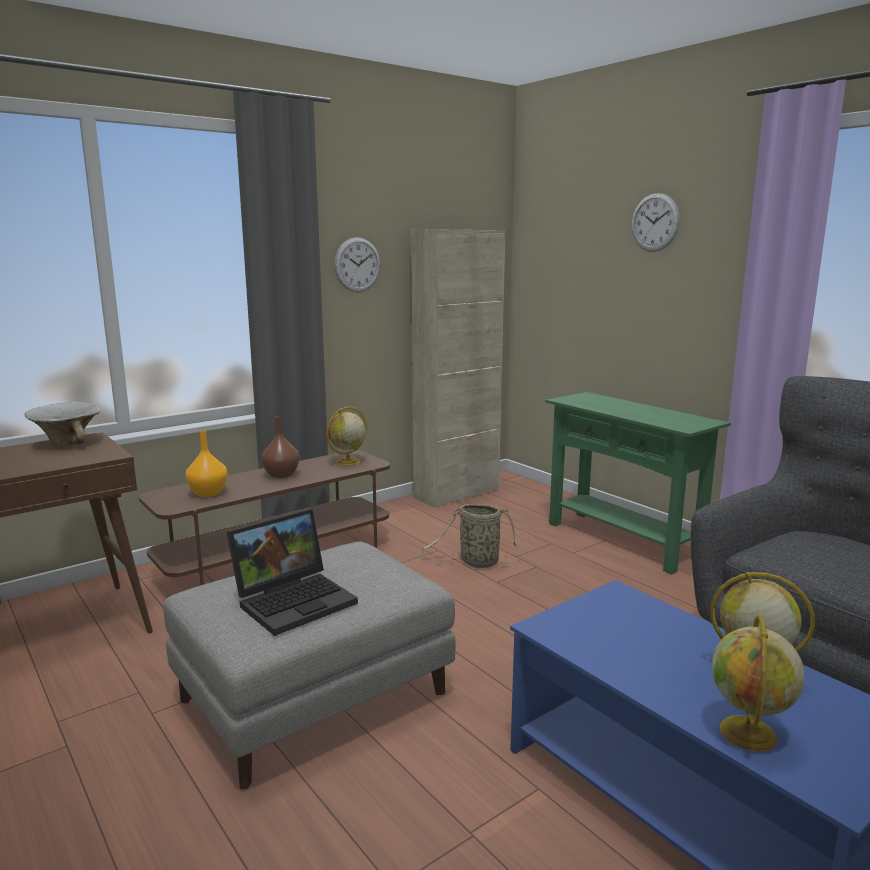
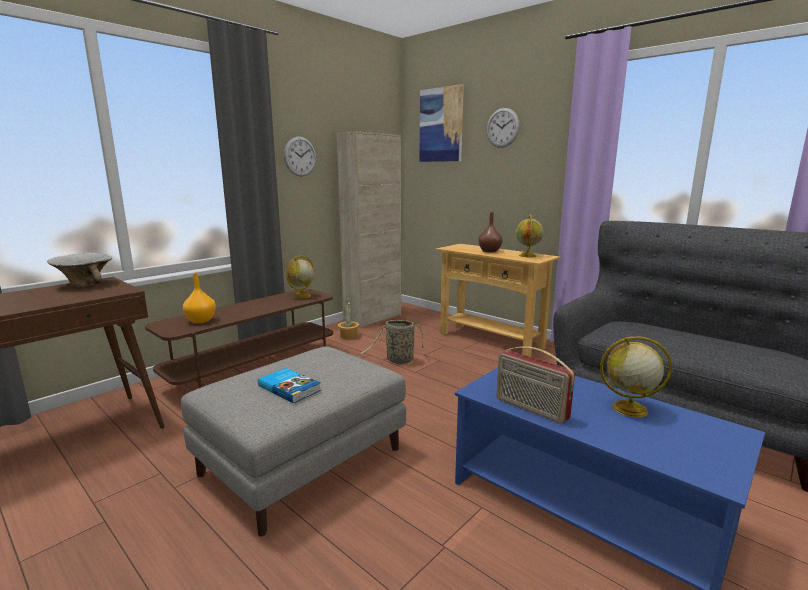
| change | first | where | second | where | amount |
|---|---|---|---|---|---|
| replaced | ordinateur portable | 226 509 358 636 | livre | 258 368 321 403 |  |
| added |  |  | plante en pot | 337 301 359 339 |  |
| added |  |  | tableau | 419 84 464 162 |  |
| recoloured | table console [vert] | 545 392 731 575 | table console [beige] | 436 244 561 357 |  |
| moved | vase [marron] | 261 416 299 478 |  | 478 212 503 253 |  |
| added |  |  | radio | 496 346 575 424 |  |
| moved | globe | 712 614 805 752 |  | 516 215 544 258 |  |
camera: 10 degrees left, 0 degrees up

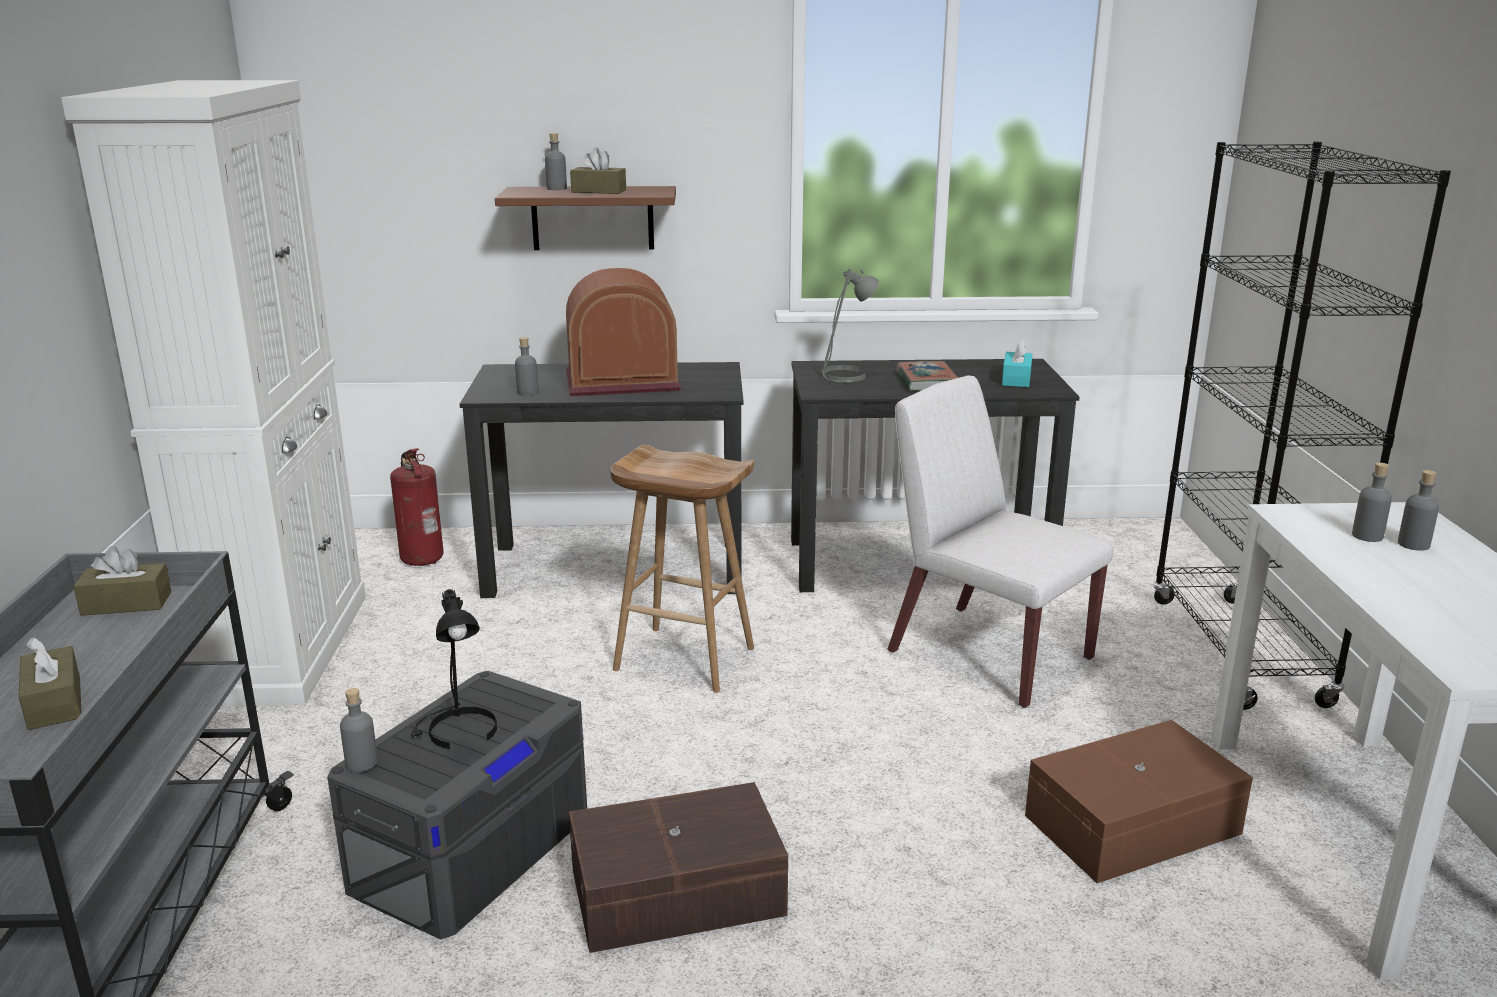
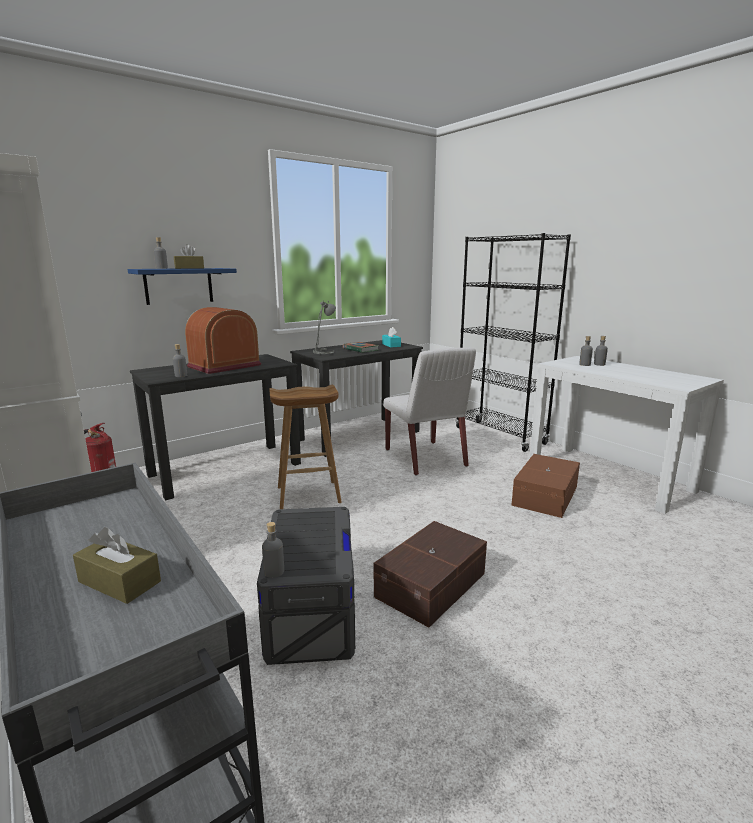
| change | first | where | second | where | amount |
|---|---|---|---|---|---|
| recoloured | étagère [marron] | 495 186 676 250 | étagère [bleu] | 128 268 237 305 |  |
| turned | chaise [blanc] | 887 375 1113 708 |  | 383 348 476 476 | 120 degrees counterclockwise |
| removed | boîte à mouchoirs [marron] | 73 546 171 616 |  |  |  |
| removed | lampe de table [noir] | 411 589 497 749 |  |  |  |
camera: 35 degrees left, 5 degrees down

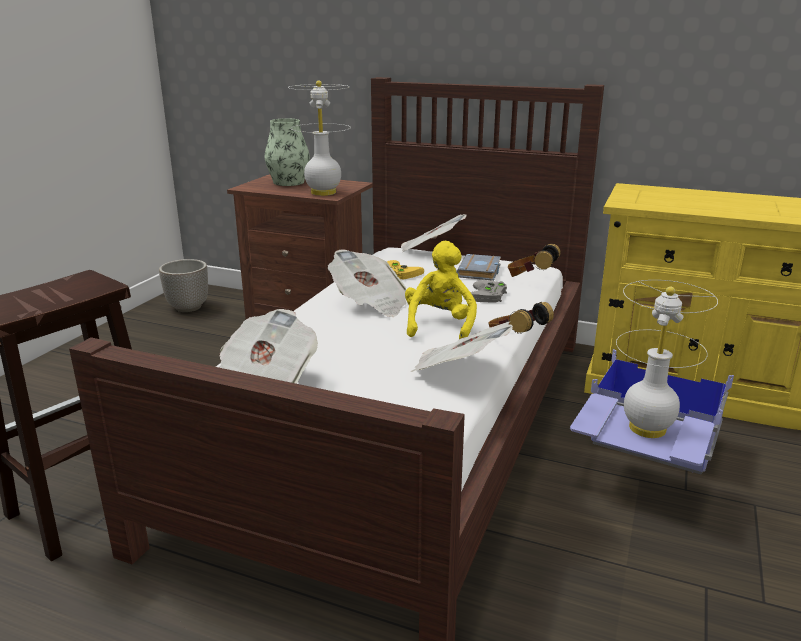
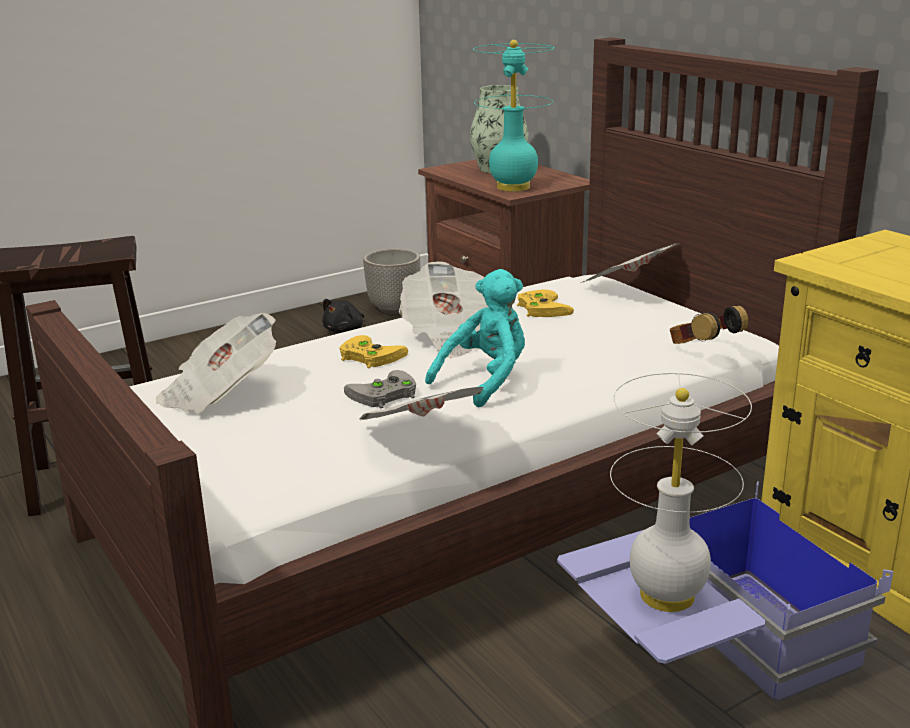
| change | first | where | second | where | amount |
|---|---|---|---|---|---|
| added |  |  | peluche [noir] | 322 299 364 333 |  |
| added |  |  | manette [jaune] | 339 335 408 368 |  |
| moved | manette [gris] | 471 280 507 303 |  | 344 370 416 409 |  |
| recoloured | peluche [jaune] | 405 241 477 339 | peluche [turquoise] | 425 269 525 408 |  |
| recoloured | lampe de table [blanc] | 288 80 351 196 | lampe de table [turquoise] | 473 40 554 192 |  |
| removed | livre [gris] | 456 254 501 281 |  |  |  |
| removed | casque audio | 488 302 554 334 |  |  |  |
camera: 35 degrees right, 0 degrees up

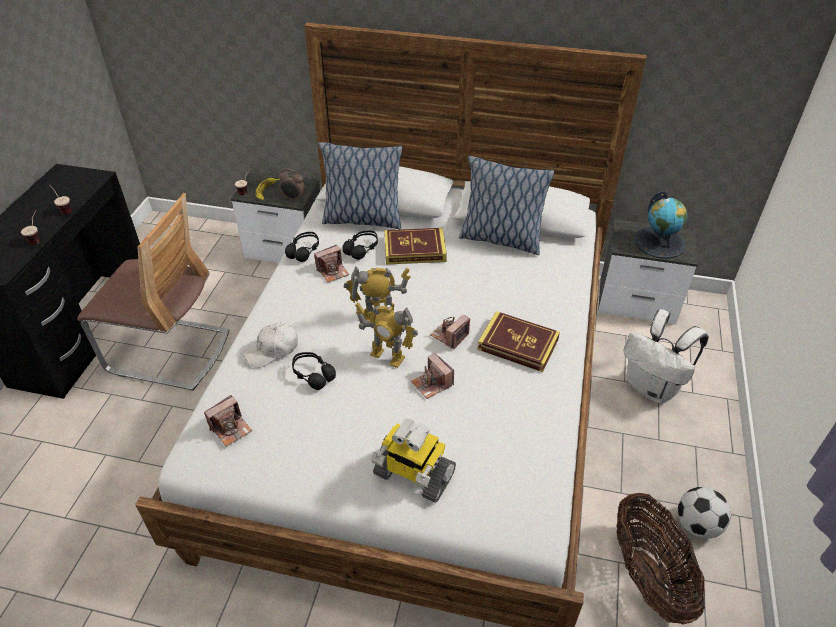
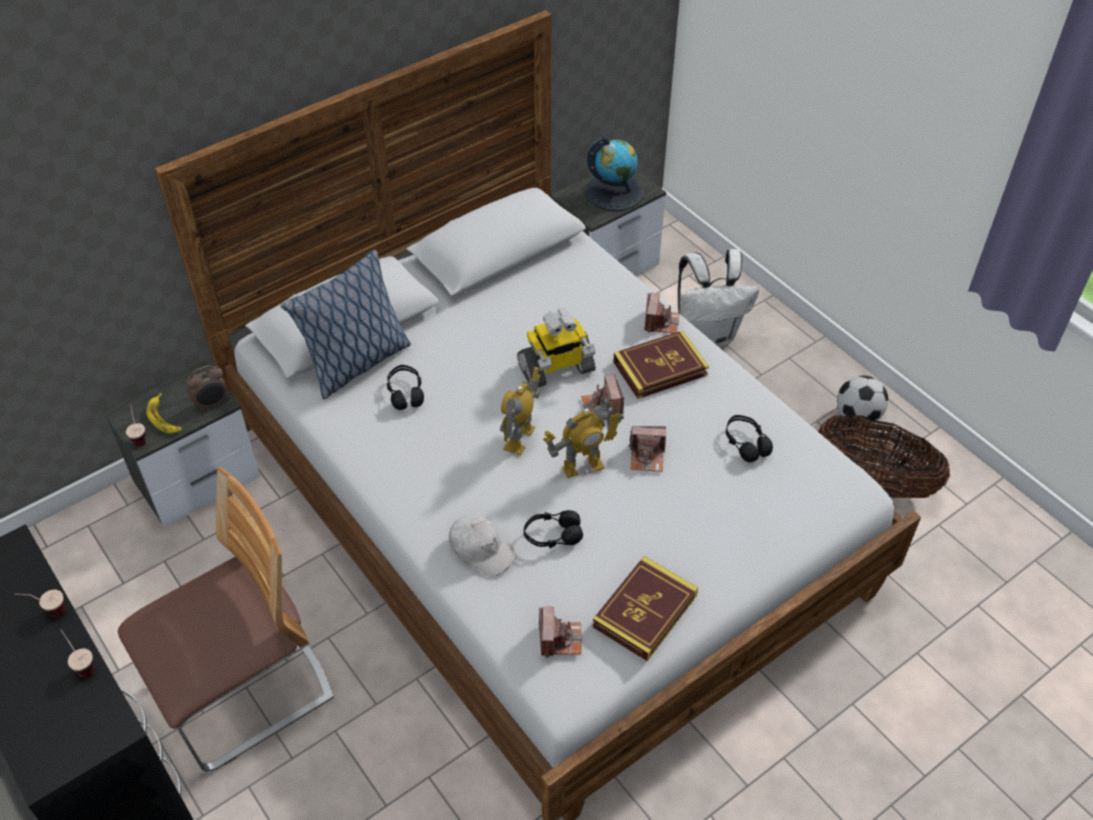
| change | first | where | second | where | amount |
|---|---|---|---|---|---|
| turned | casquette [blanc] | 243 322 298 368 |  | 449 515 517 577 | 60 degrees counterclockwise |
| moved | robot jouet | 371 419 456 503 |  | 517 309 596 387 |  |
| moved | livre | 384 228 447 265 |  | 593 556 698 661 |  |
| moved | appareil photo | 314 245 349 282 |  | 644 292 680 333 |  |
| moved | casque audio [noir] | 285 232 319 262 |  | 726 415 773 462 |  |
| removed | coussin | 459 156 555 255 |  |  |  |
camera: 50 degrees left, 5 degrees up

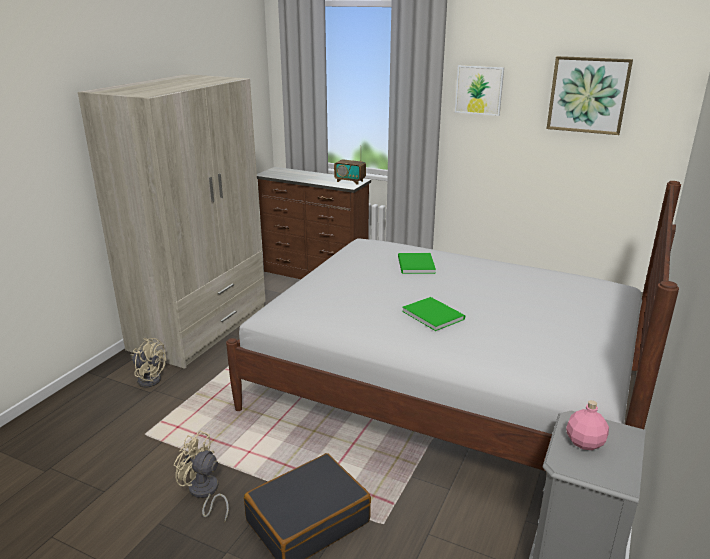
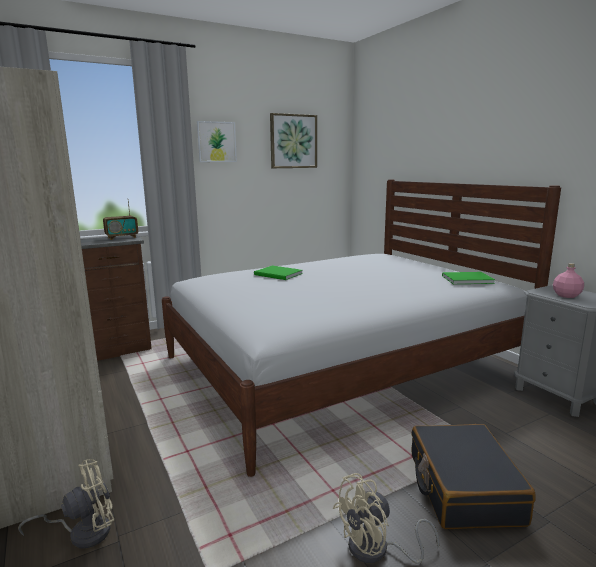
| change | first | where | second | where | amount |
|---|---|---|---|---|---|
| moved | livre [vert] | 402 297 465 331 |  | 442 272 495 284 |  |
camera: 55 degrees left, 10 degrees down

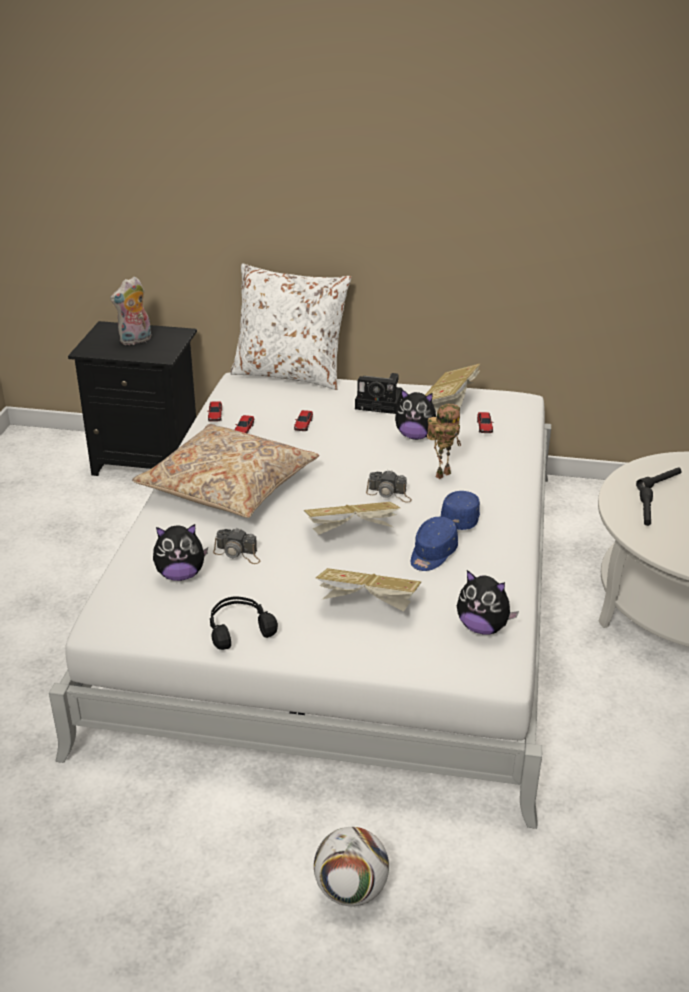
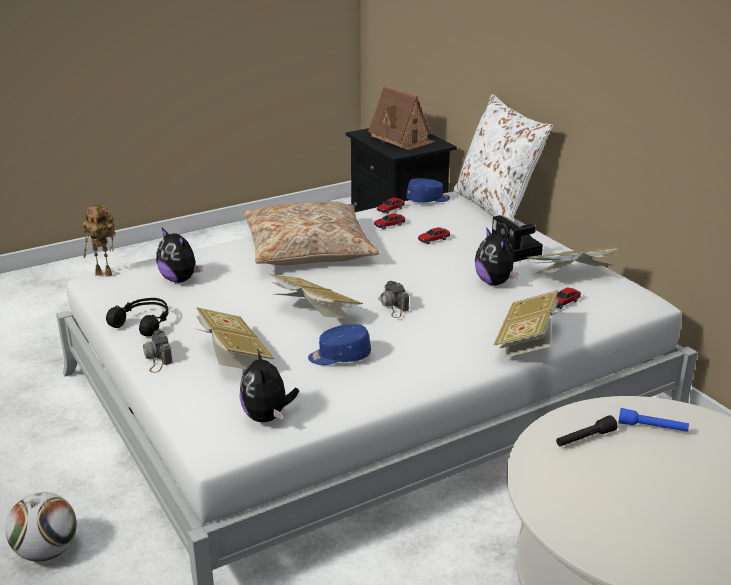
| change | first | where | second | where | amount |
|---|---|---|---|---|---|
| moved | robot jouet | 427 404 461 479 |  | 83 205 115 277 |  |
| moved | appareil photo | 213 528 260 564 |  | 143 330 173 373 |  |
| replaced | peluche | 110 277 151 345 | maison miniature | 368 86 435 150 |  |
| moved | casquette [bleu] | 441 491 480 530 |  | 407 178 450 203 |  |
| added |  |  | livre | 494 290 561 358 |  |
| recoloured | lampe de poche [noir] | 636 467 682 491 | lampe de poche [bleu] | 618 408 689 432 |  |
camera: 50 degrees right, 5 degrees down

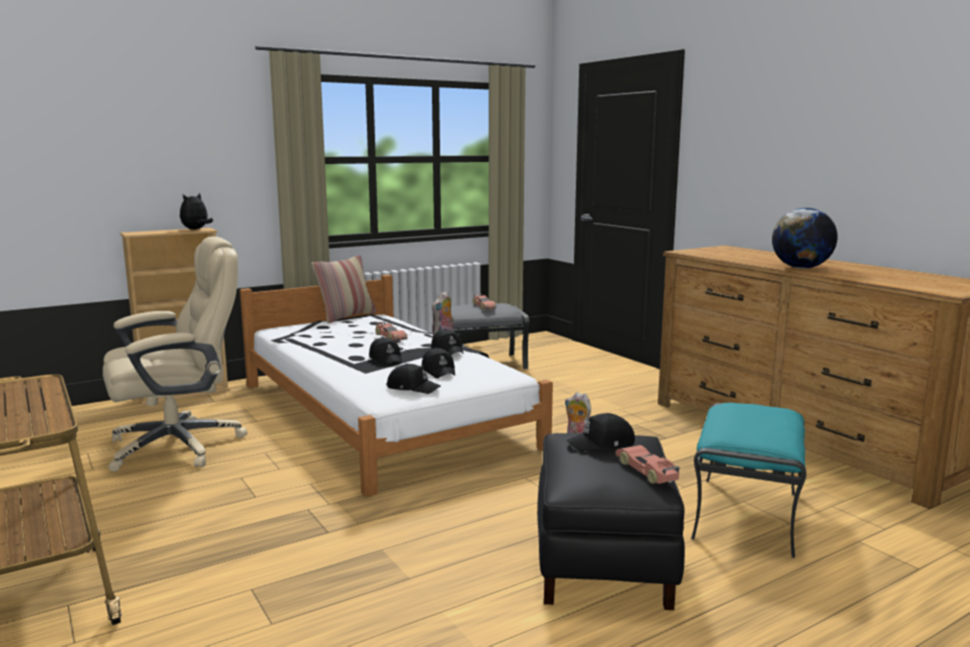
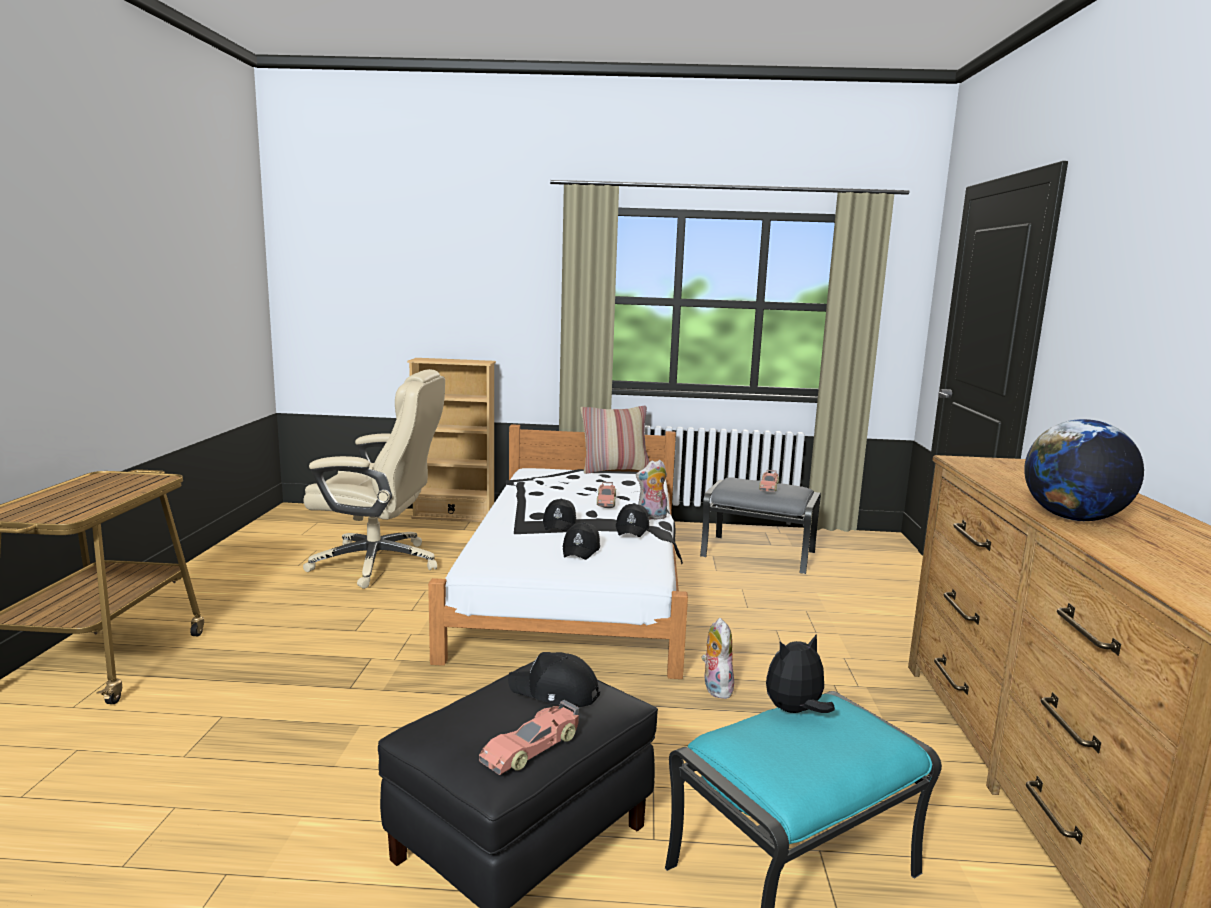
| change | first | where | second | where | amount |
|---|---|---|---|---|---|
| turned | petite voiture | 616 445 680 484 |  | 479 700 579 775 | 150 degrees counterclockwise |
| moved | peluche | 180 193 213 230 |  | 766 634 835 713 |  |
| removed | casquette [noir] | 386 363 441 394 |  |  |  |
camera: 35 degrees right, 0 degrees up

